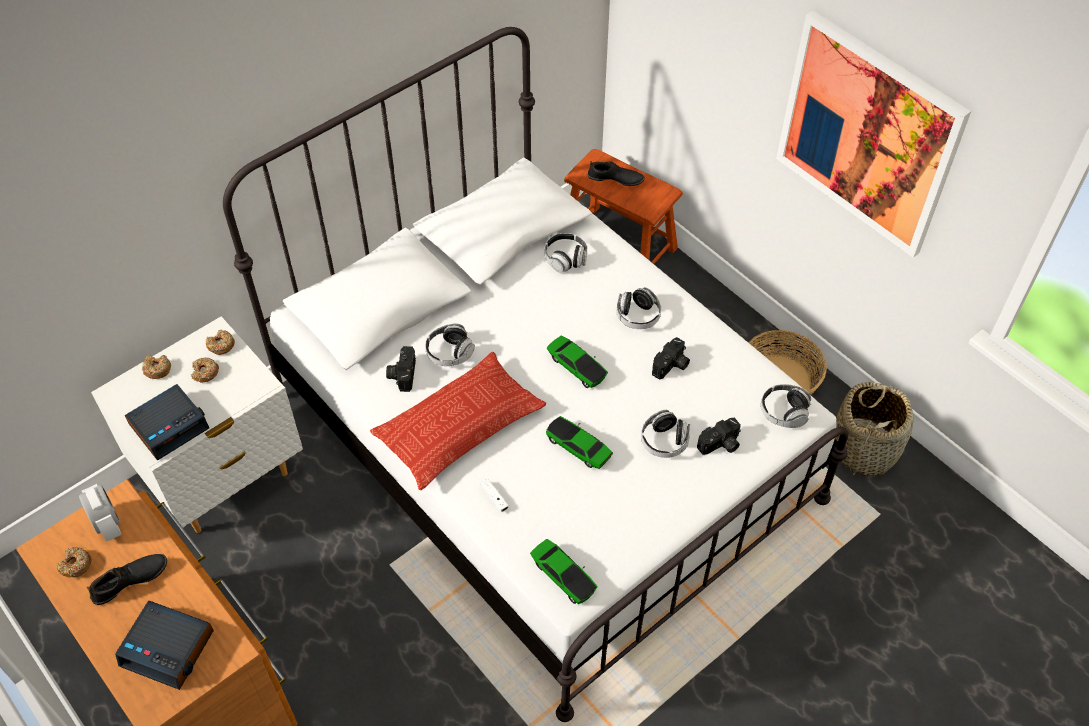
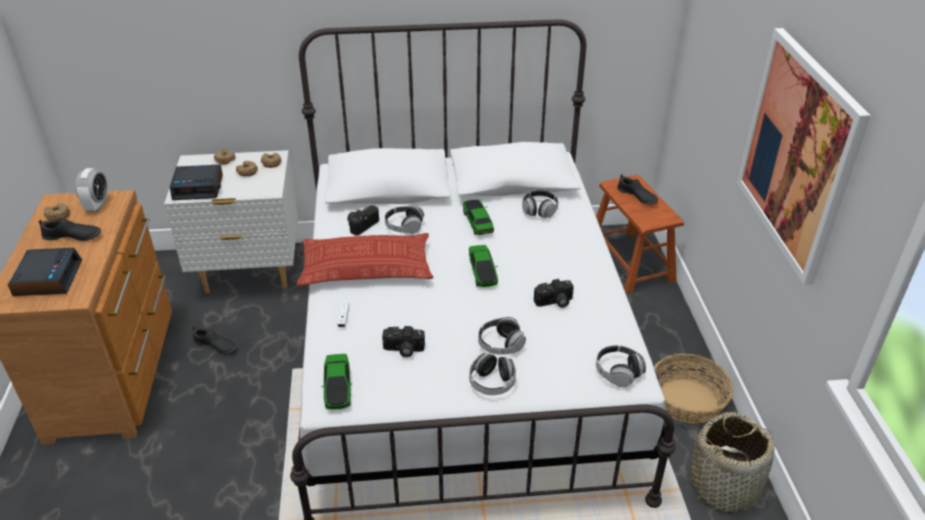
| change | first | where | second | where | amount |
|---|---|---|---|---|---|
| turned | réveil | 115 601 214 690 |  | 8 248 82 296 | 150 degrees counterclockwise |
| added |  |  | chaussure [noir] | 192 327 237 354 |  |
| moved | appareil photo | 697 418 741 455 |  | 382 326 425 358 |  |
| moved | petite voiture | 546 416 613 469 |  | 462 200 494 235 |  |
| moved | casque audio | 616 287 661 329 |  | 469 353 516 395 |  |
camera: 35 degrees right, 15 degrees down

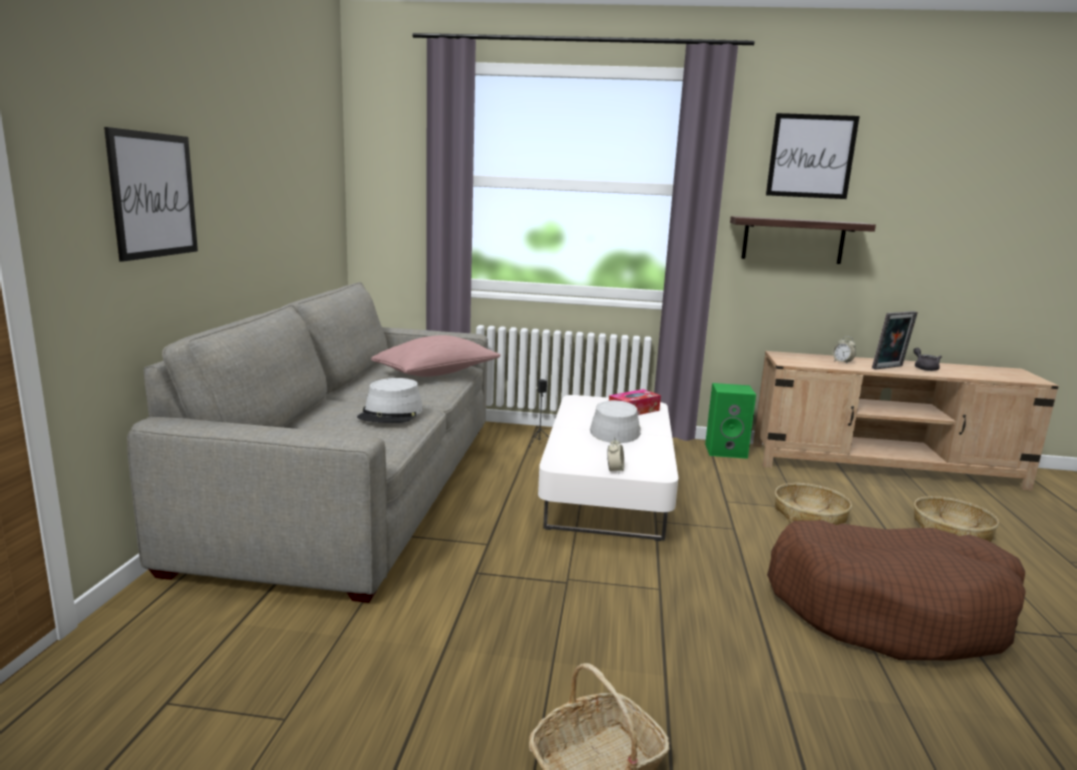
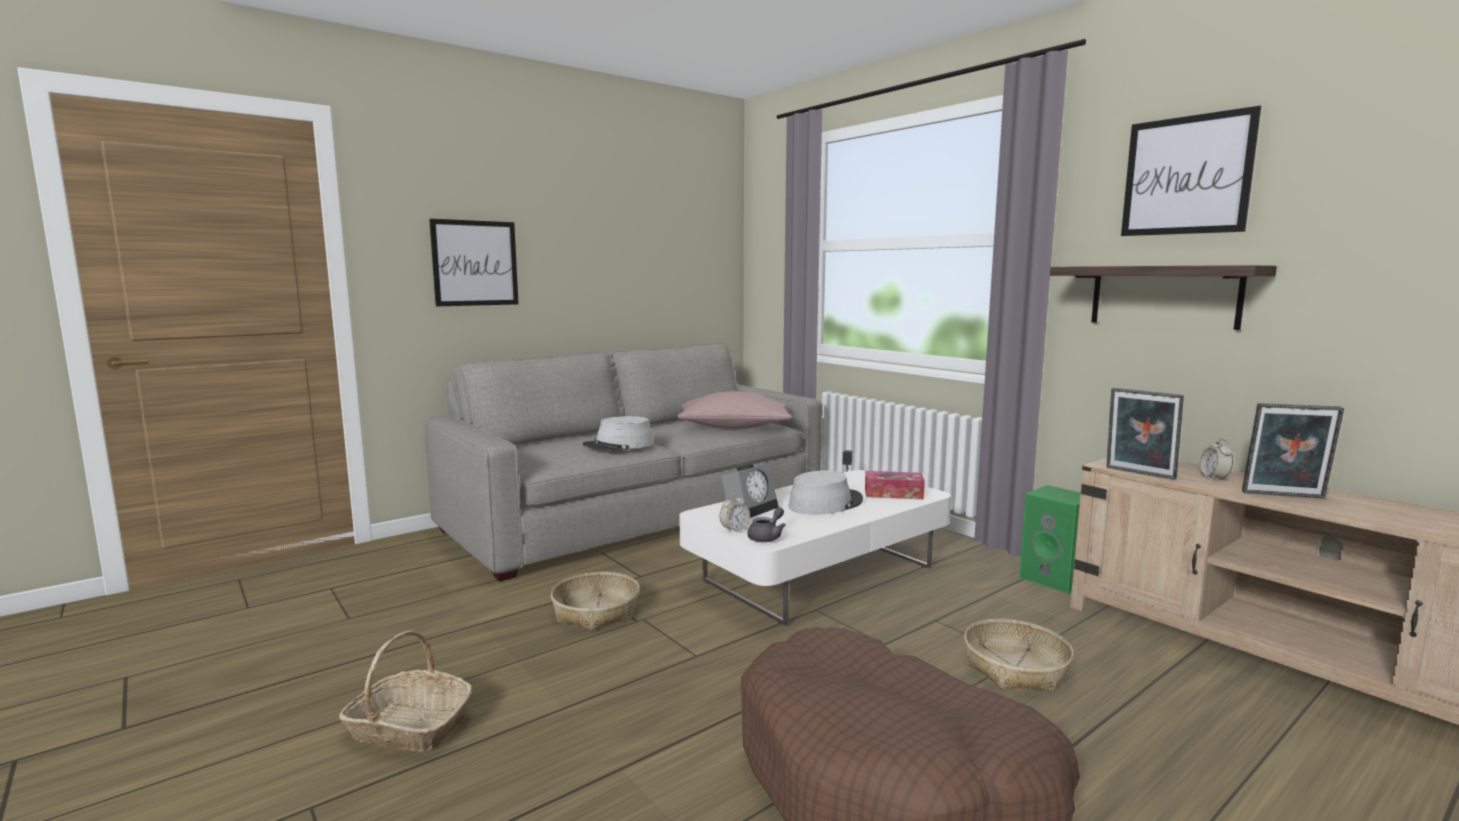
| change | first | where | second | where | amount |
|---|---|---|---|---|---|
| moved | panier | 914 496 999 542 |  | 551 572 640 631 |  |
| added |  |  | réveil | 721 463 779 518 |  |
| moved | théière [gris] | 914 348 942 371 |  | 747 507 786 542 |  |
| added |  |  | cadre photo | 1106 388 1184 480 |  |
camera: 45 degrees right, 5 degrees down

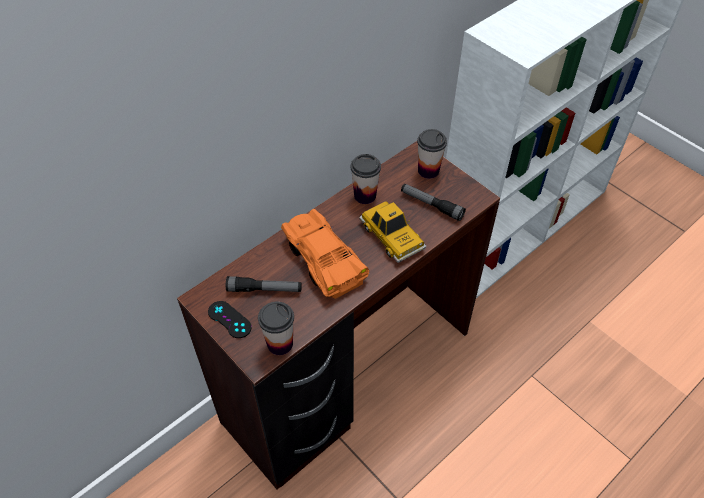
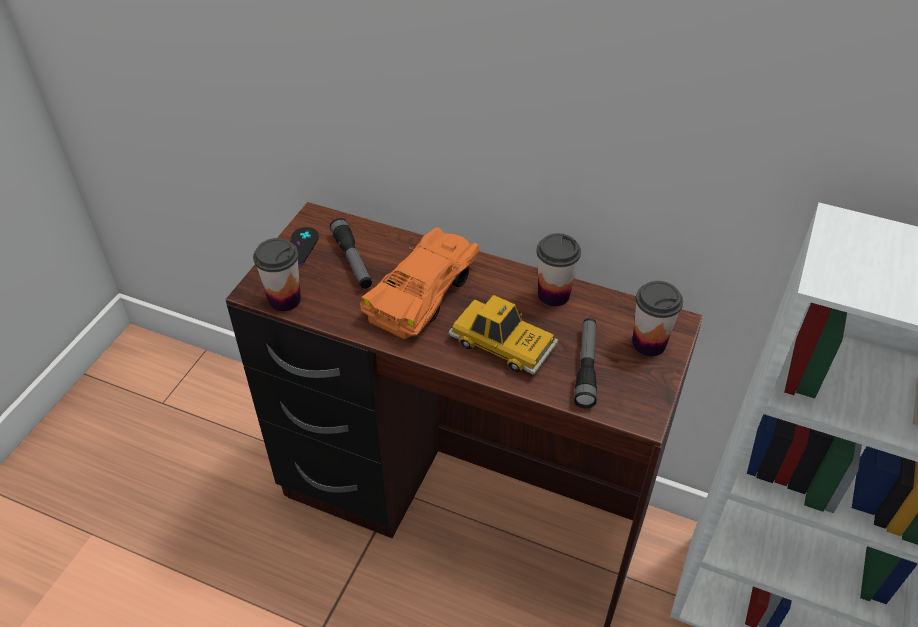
| change | first | where | second | where | amount |
|---|---|---|---|---|---|
| turned | petite voiture | 359 201 426 263 |  | 448 295 558 374 | 90 degrees counterclockwise |
camera: 65 degrees right, 5 degrees down

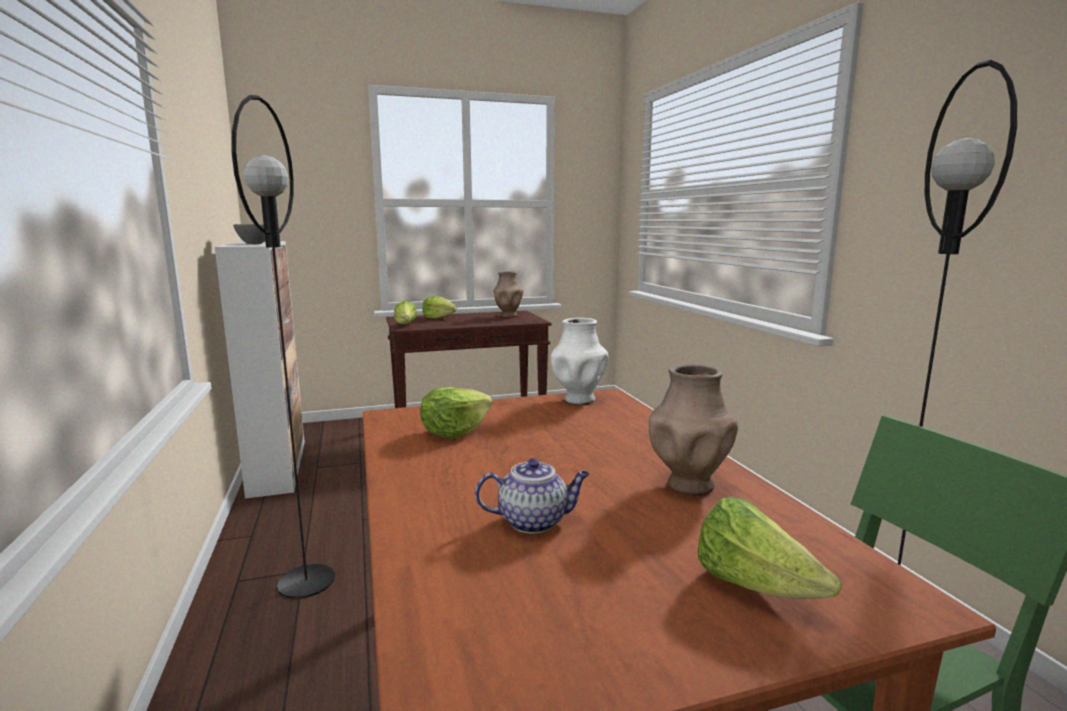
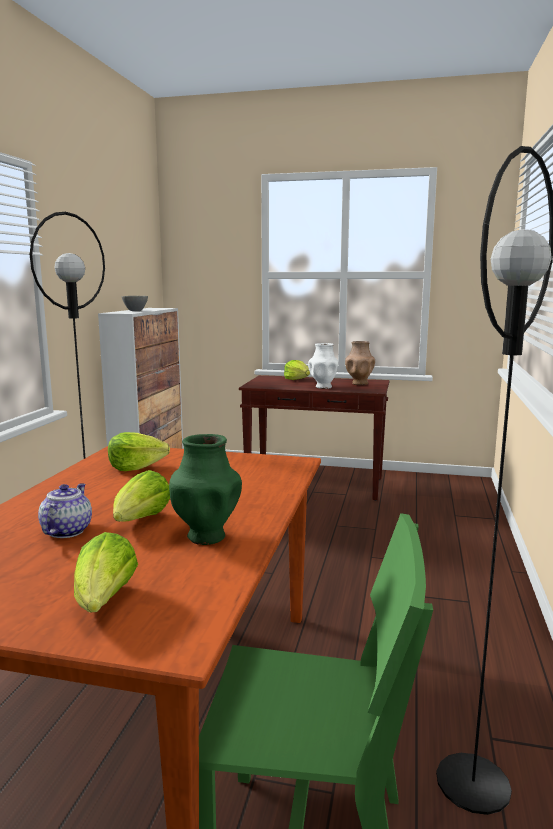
| change | first | where | second | where | amount |
|---|---|---|---|---|---|
| turned | théière | 475 458 590 533 |  | 38 483 92 538 | 105 degrees counterclockwise |
| moved | laitue | 394 301 418 325 |  | 113 470 170 522 |  |
| recoloured | vase [marron] | 649 364 738 496 | vase [vert] | 169 434 242 545 |  |
| moved | vase [blanc] | 551 318 609 405 |  | 308 343 339 389 |  |
camera: 30 degrees right, 0 degrees up

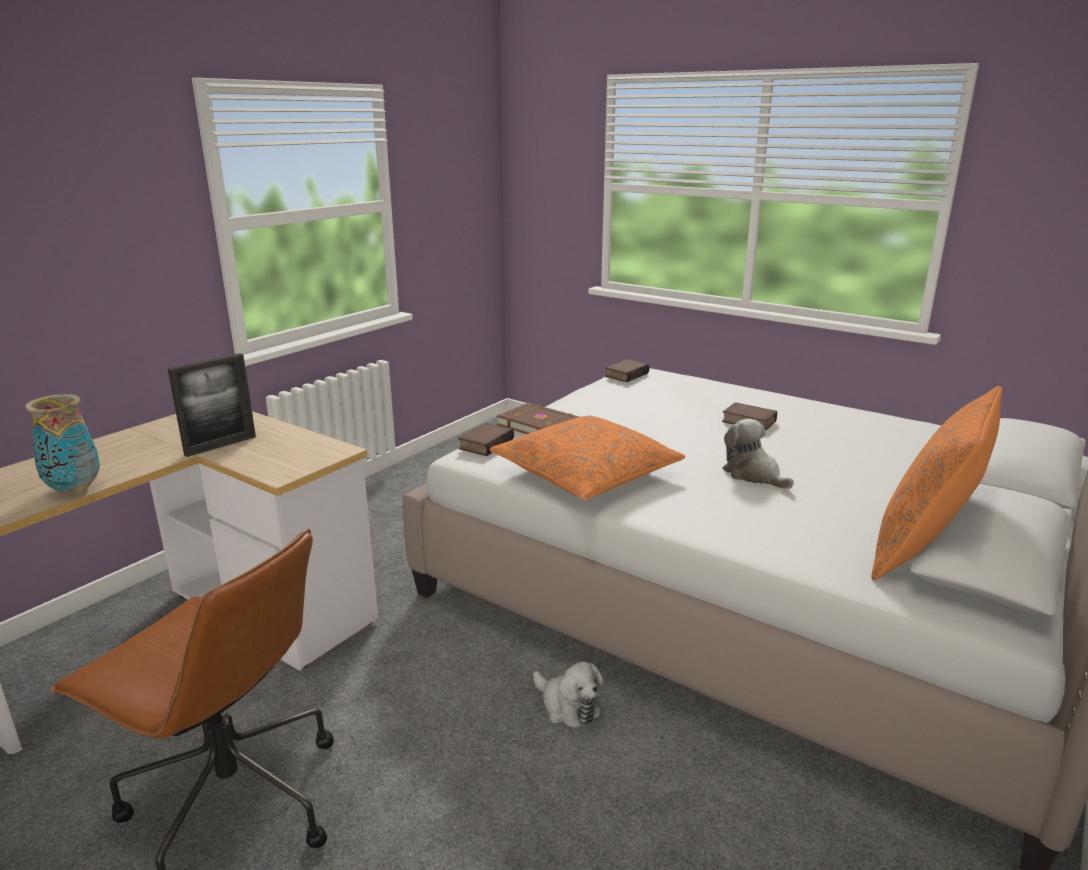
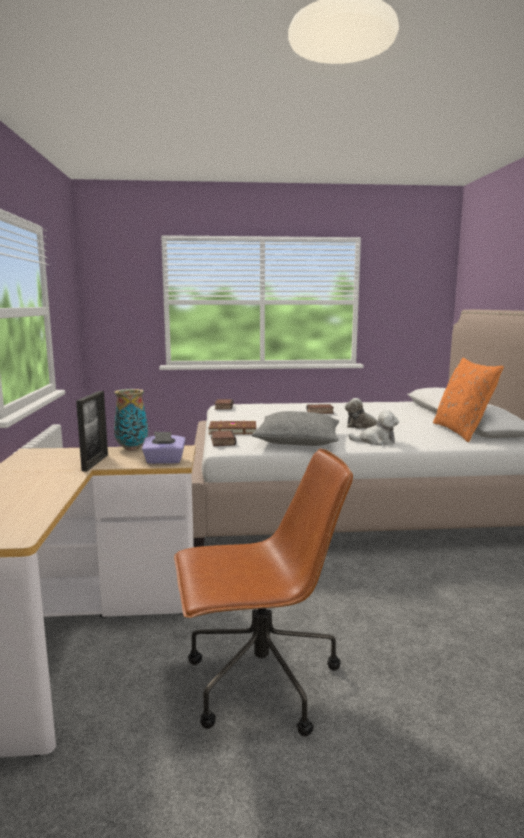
| change | first | where | second | where | amount |
|---|---|---|---|---|---|
| moved | vase | 25 394 100 495 |  | 114 389 148 450 |  |
| added |  |  | boîte à mouchoirs [violet] | 142 431 185 464 |  |
| recoloured | coussin [orange] | 490 416 685 500 | coussin [gris] | 252 411 339 446 |  |
| moved | peluche | 533 661 604 728 |  | 348 410 399 446 |  |
camera: 40 degrees left, 10 degrees down

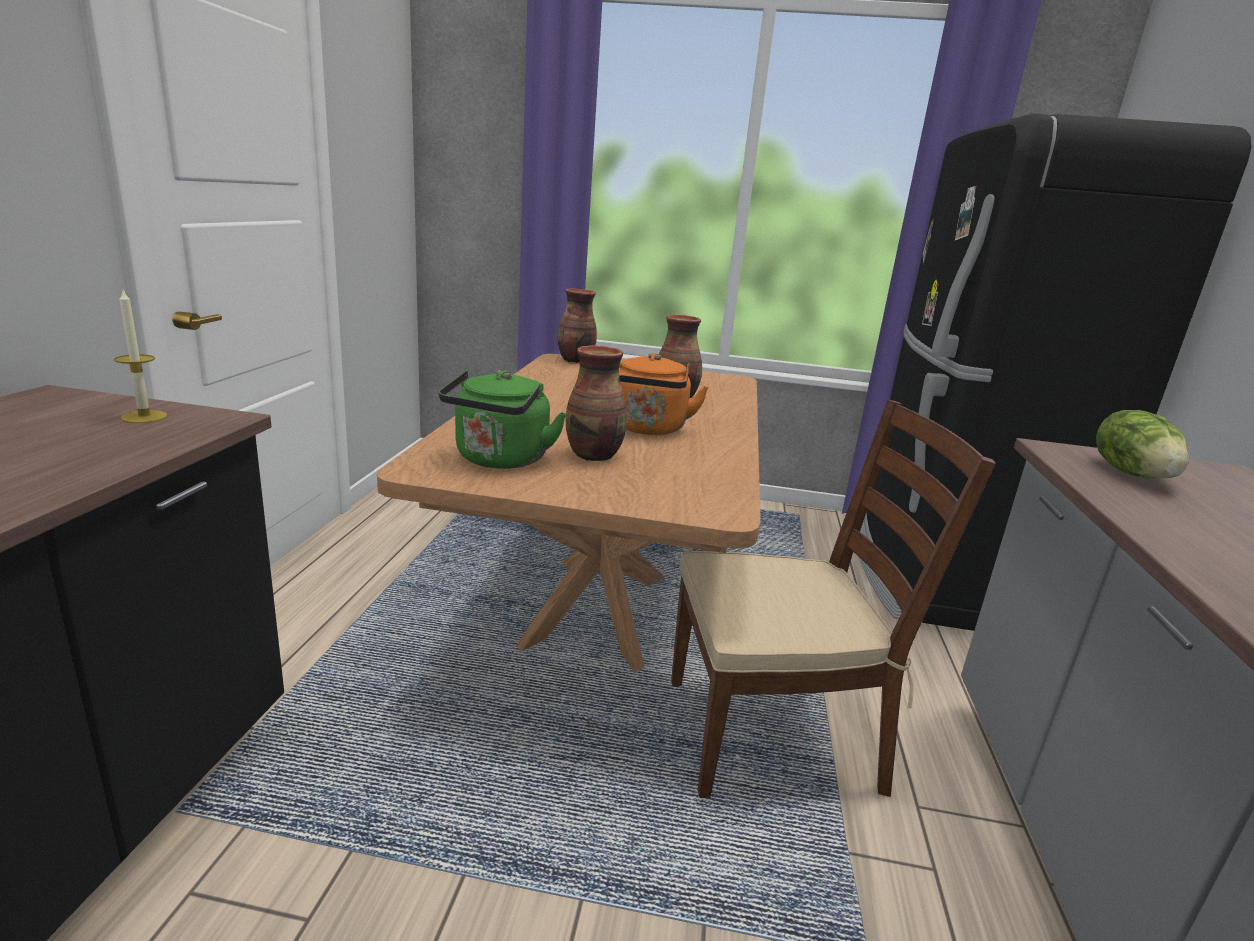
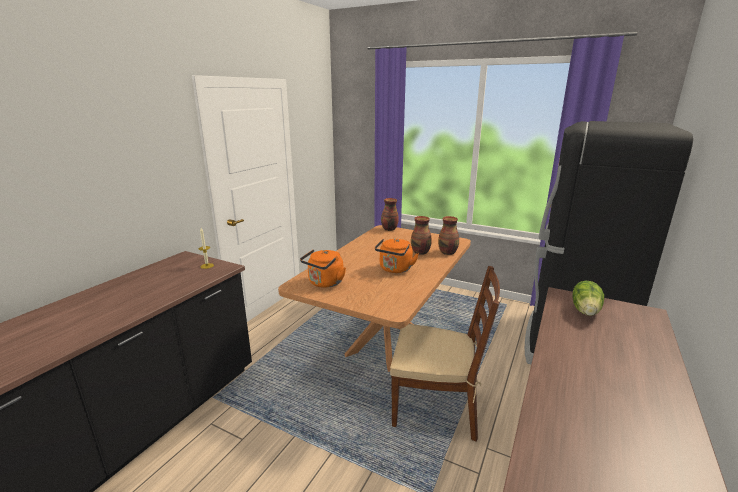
| change | first | where | second | where | amount |
|---|---|---|---|---|---|
| recoloured | bouilloire [vert] | 439 370 567 469 | bouilloire [orange] | 300 249 346 288 |  |
| moved | vase | 565 345 627 461 |  | 438 216 459 255 |  |
camera: 20 degrees right, 0 degrees up

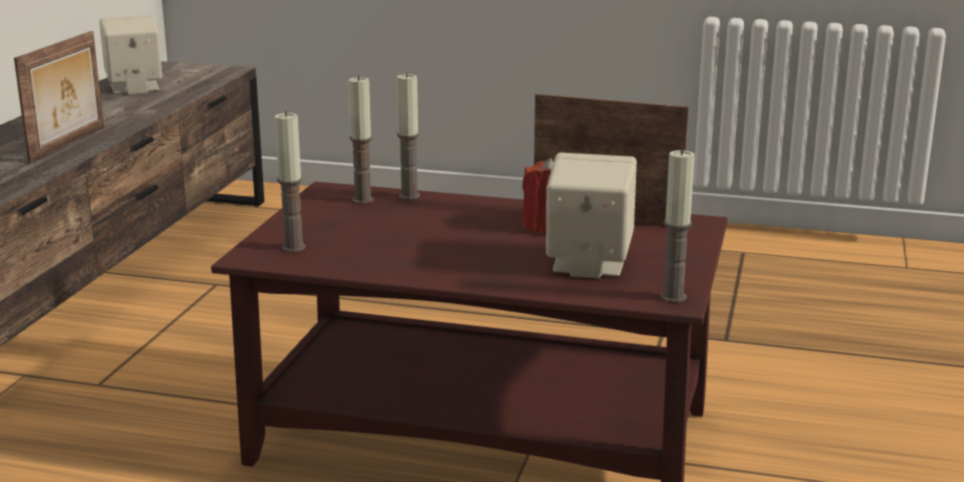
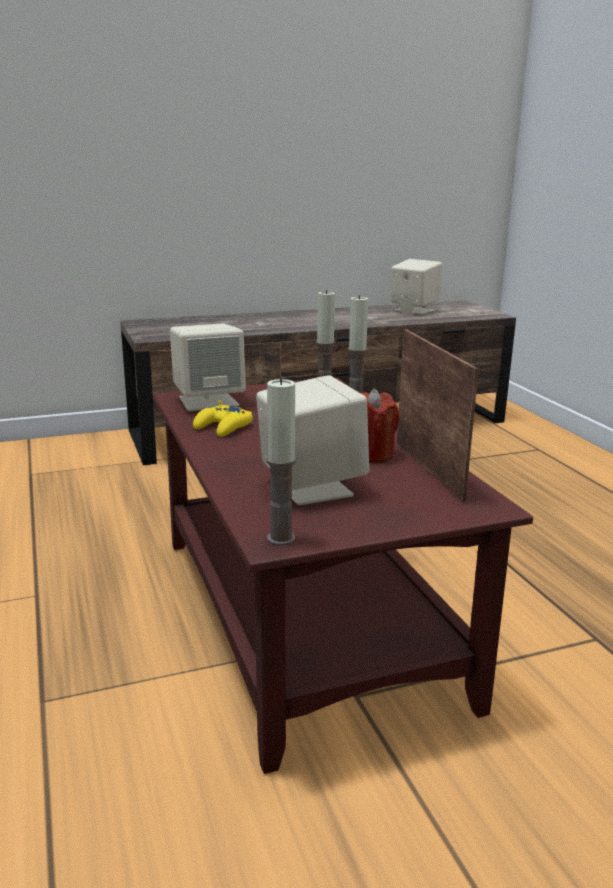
| change | first | where | second | where | amount |
|---|---|---|---|---|---|
| replaced | bougie | 275 111 306 252 | enceinte [beige] | 170 324 246 411 |  |
| added |  |  | manette [jaune] | 193 400 253 437 |  |
| removed | cadre photo | 14 31 104 163 |  |  |  |
camera: 55 degrees right, 0 degrees up

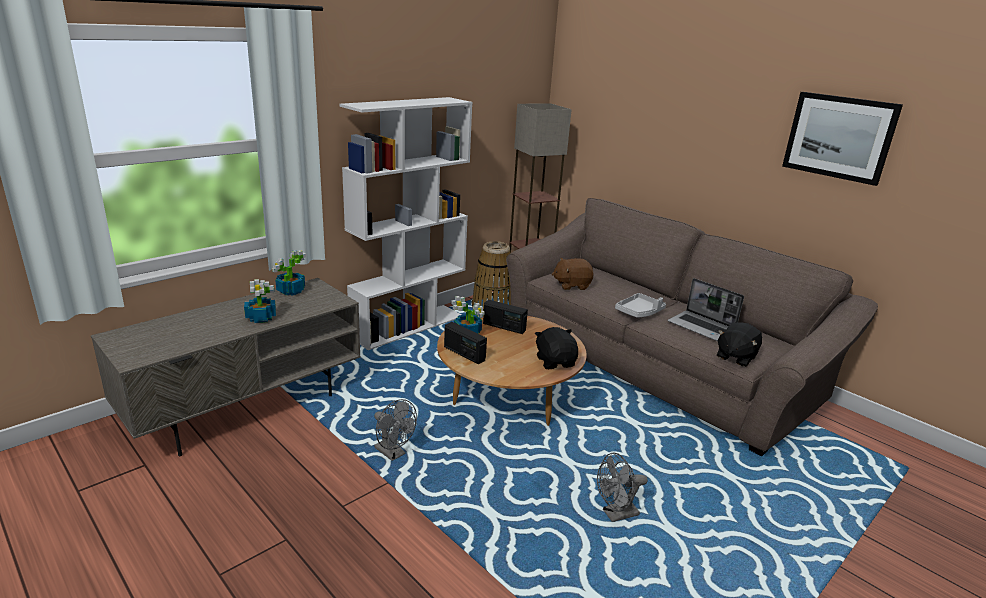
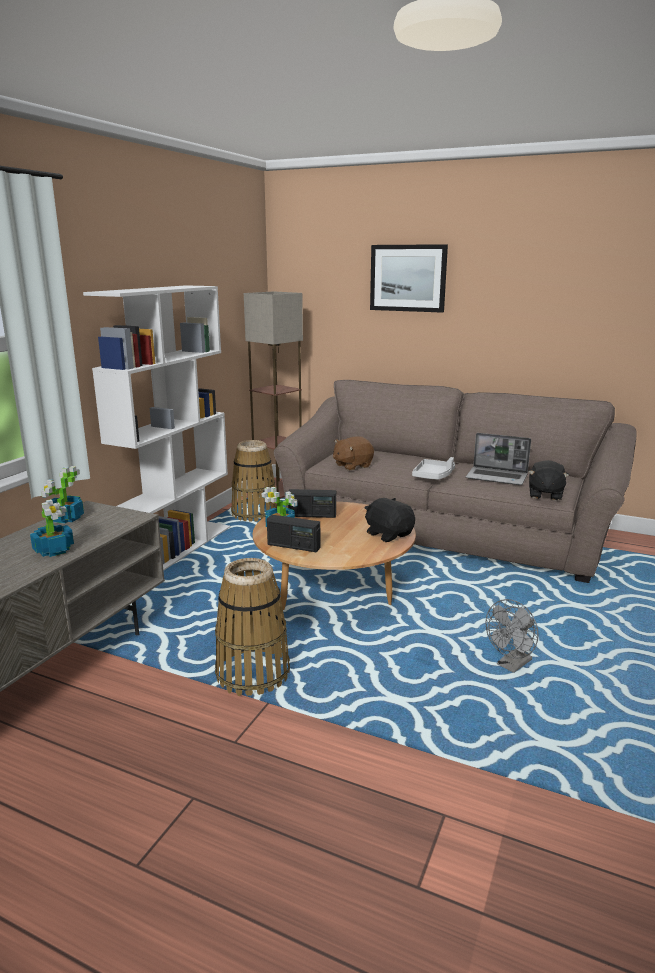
| change | first | where | second | where | amount |
|---|---|---|---|---|---|
| replaced | ventilateur [gris] | 374 399 417 461 | panier | 215 558 290 696 |  |
| moved | tableau | 782 92 903 186 |  | 370 244 448 313 |  |
camera: 20 degrees left, 5 degrees down

